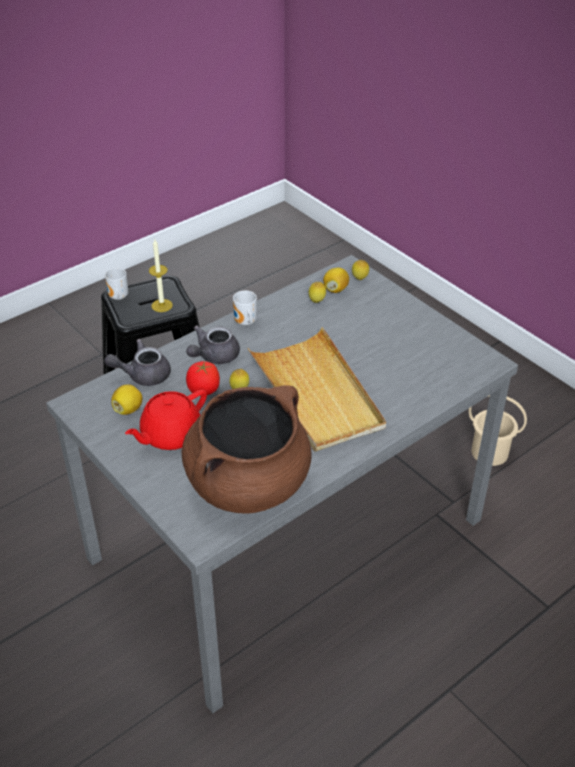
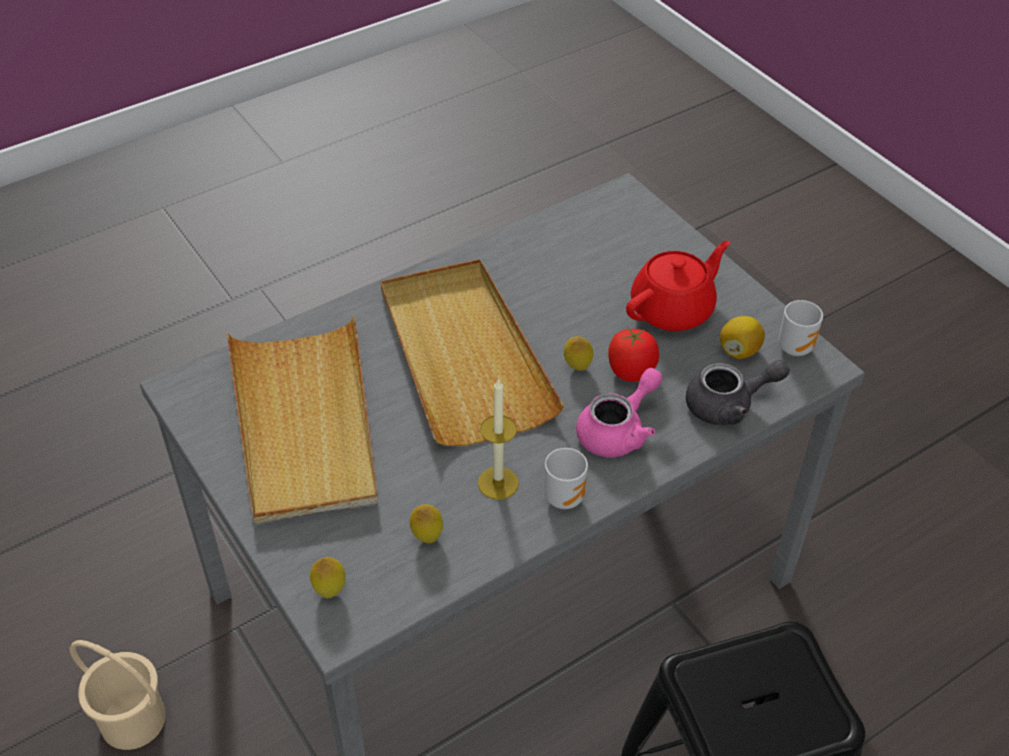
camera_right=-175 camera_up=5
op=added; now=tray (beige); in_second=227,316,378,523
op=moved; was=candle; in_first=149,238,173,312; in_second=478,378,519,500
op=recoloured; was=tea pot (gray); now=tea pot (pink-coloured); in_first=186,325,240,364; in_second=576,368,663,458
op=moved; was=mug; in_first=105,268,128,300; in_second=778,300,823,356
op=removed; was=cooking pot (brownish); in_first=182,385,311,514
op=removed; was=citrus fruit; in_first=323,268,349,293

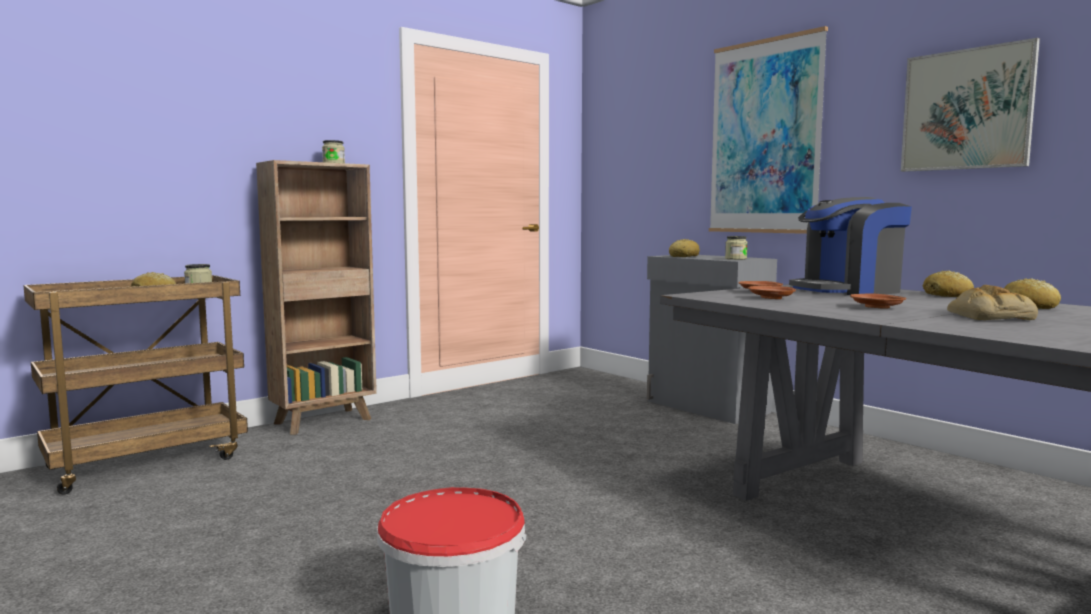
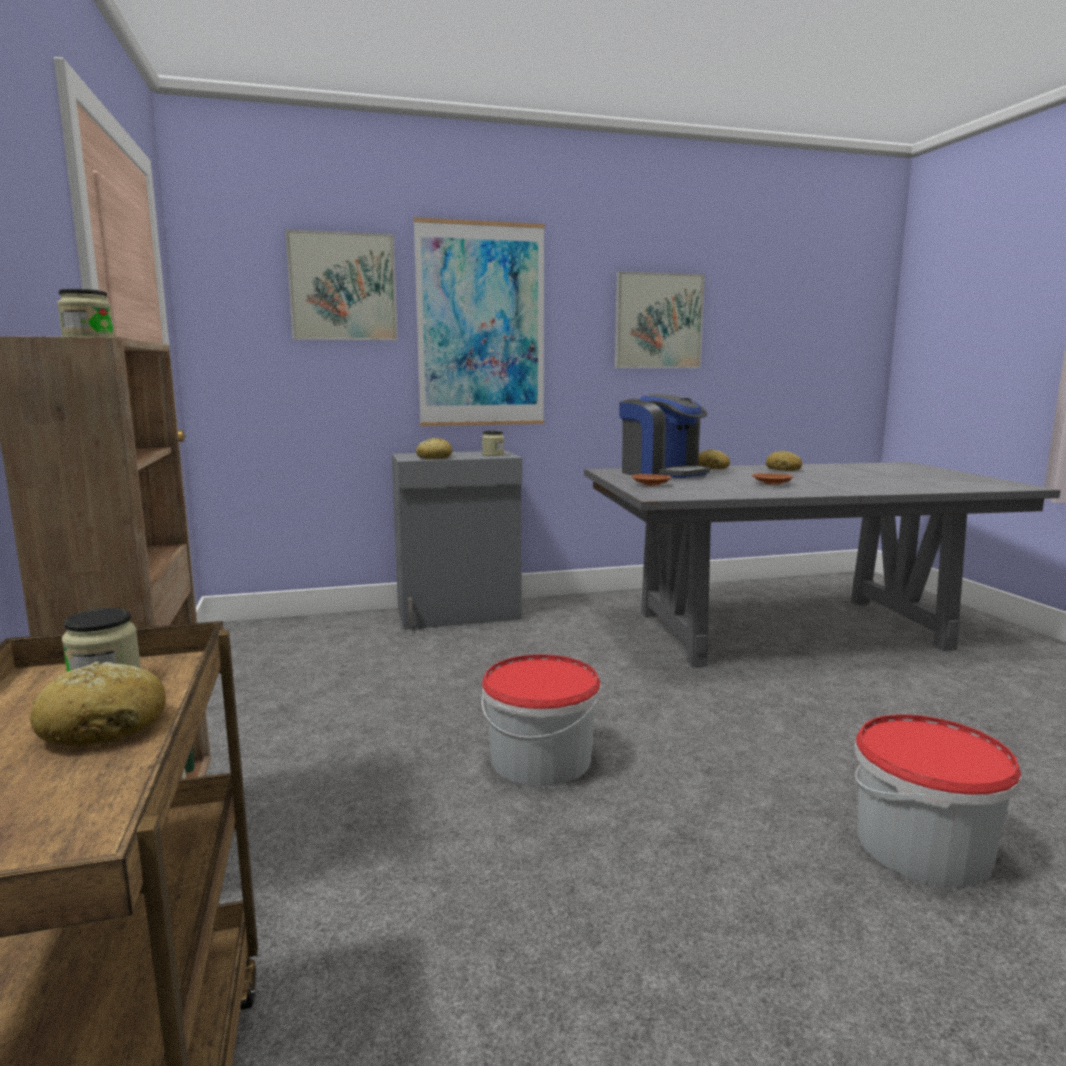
camera_right=-65 camera_up=5
op=added; now=picture; in_second=285,229,398,341
op=added; now=pail; in_second=482,655,601,786
op=turned; was=coffee machine; in_first=789,197,912,295; in_second=619,394,710,478; clockwise=-45
op=removed; was=plate (brownish); in_first=748,286,796,299
op=removed; was=baked bread; in_first=947,285,1038,320

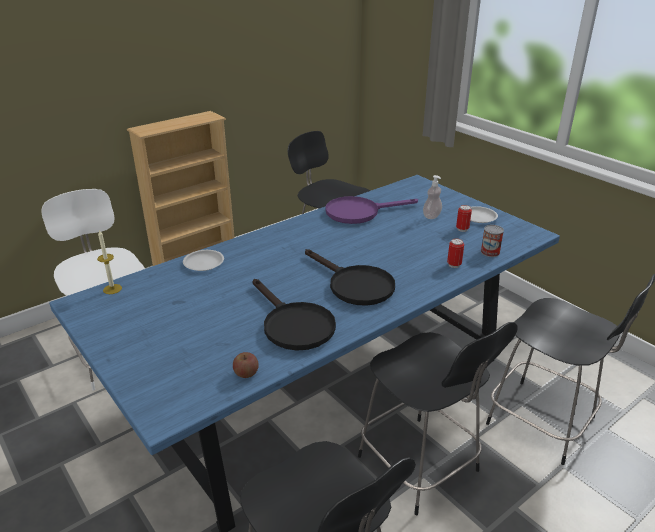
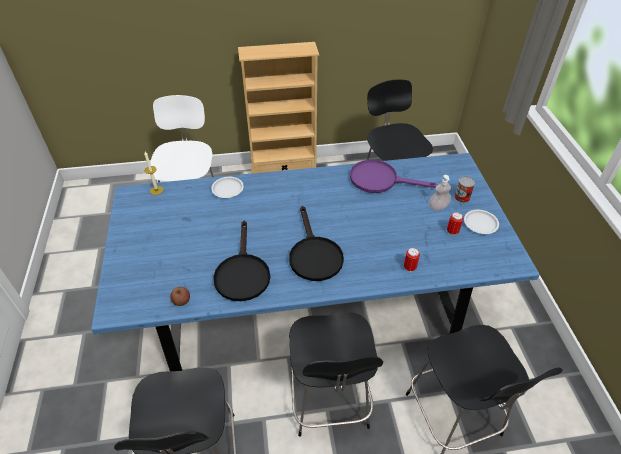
camera_right=30 camera_up=15
op=moved; was=metal can; in_first=481,225,504,257; in_second=454,176,475,203

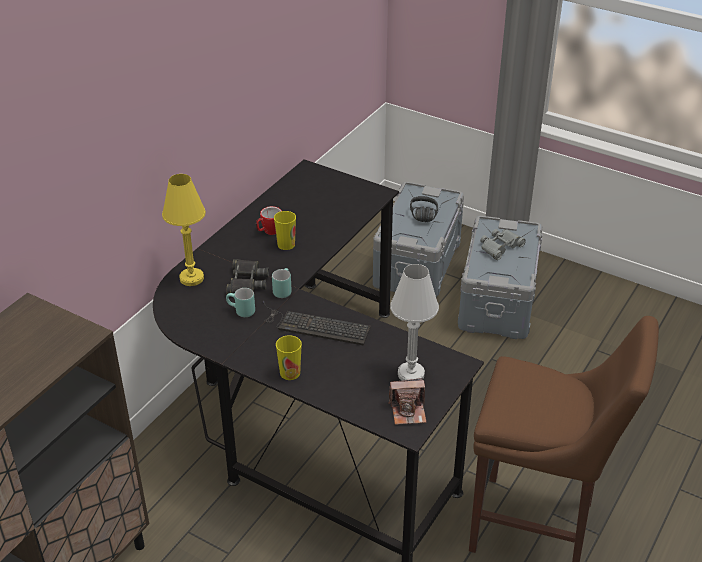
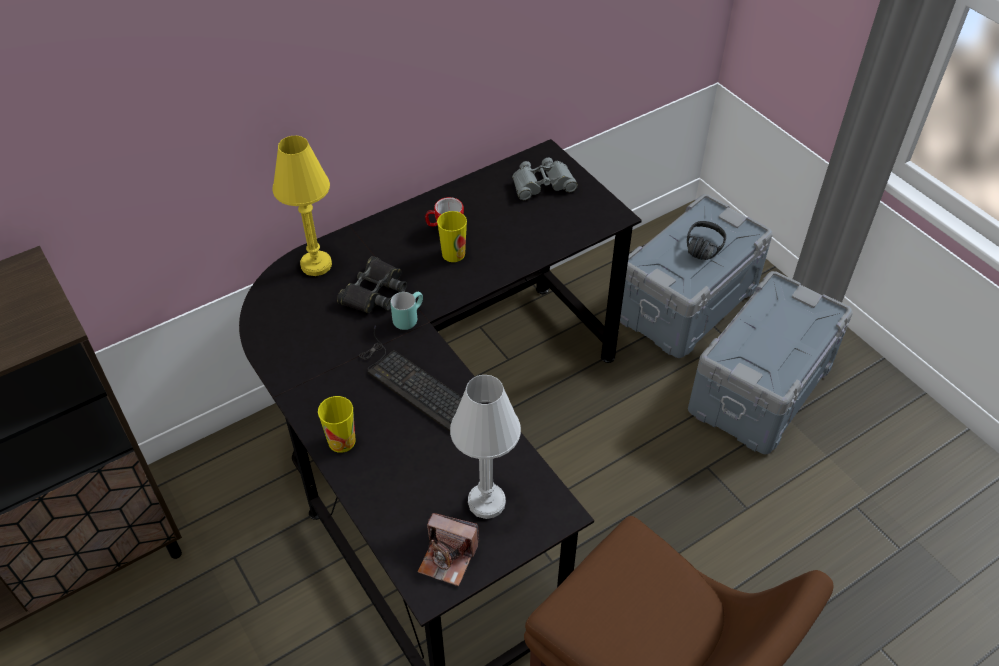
camera_right=25 camera_up=10
op=moved; was=binoculars (gray); in_first=480,229,526,260; in_second=512,157,578,200
op=removed; was=mug (turquoise-coloured); in_first=226,288,255,317

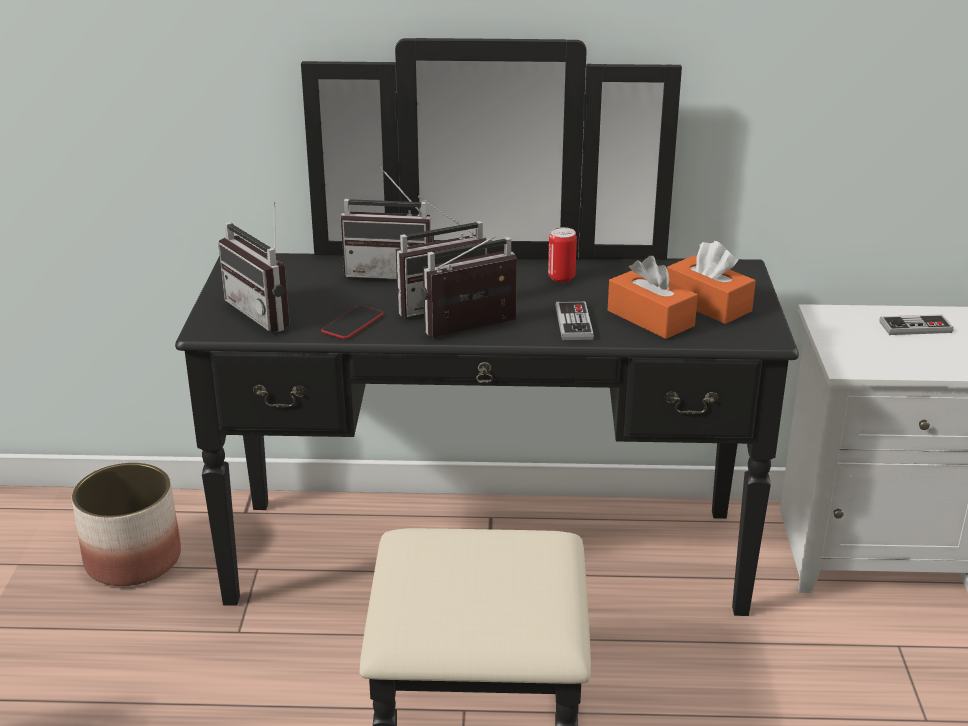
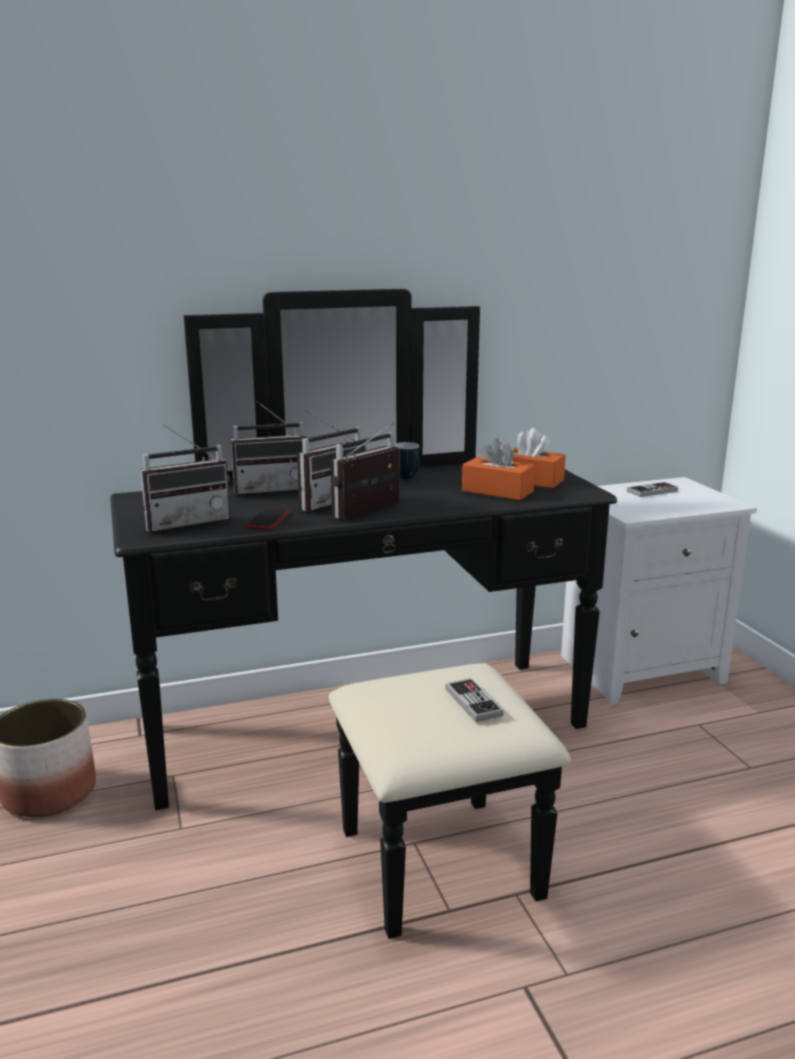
camera_right=-20 camera_up=-10
op=turned; was=radio; in_first=218,202,290,332; in_second=140,424,230,532; clockwise=-60
op=replaced; was=metal can; now=mug; in_first=548,227,577,282; in_second=394,442,420,479
op=moved; was=joypad; in_first=556,301,594,340; in_second=445,678,504,722

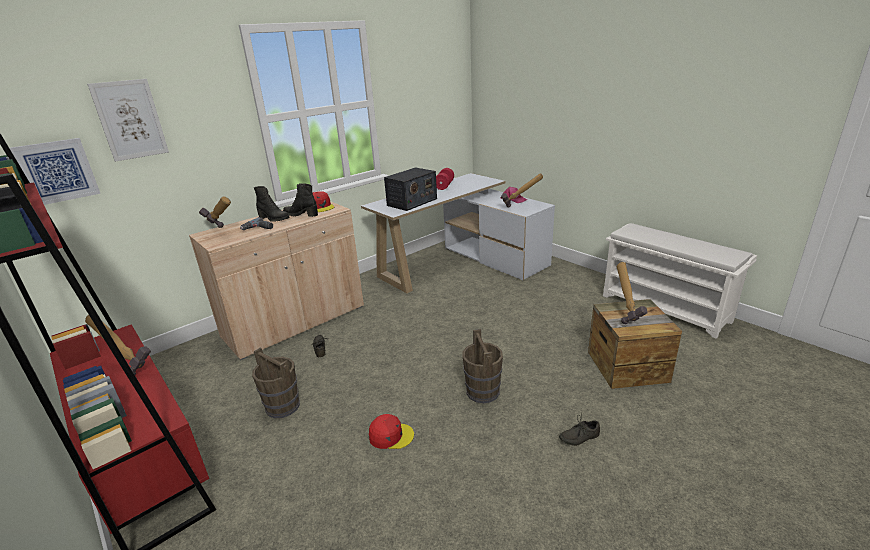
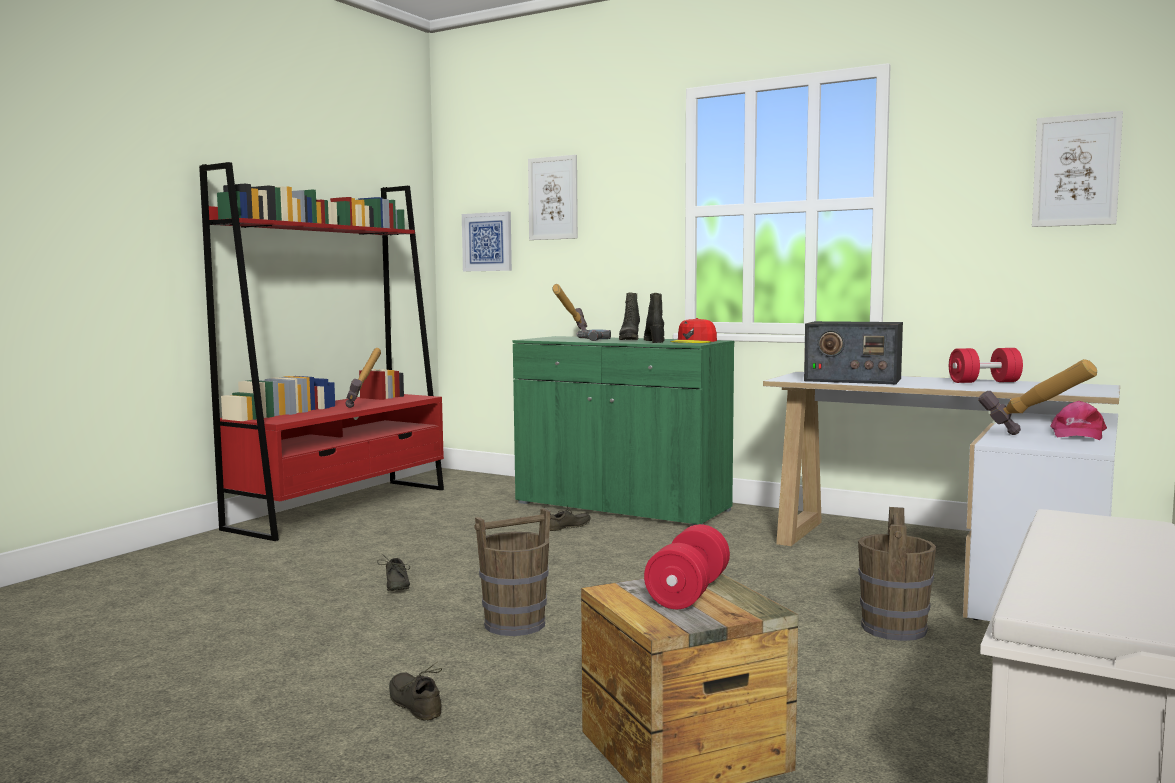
camera_right=70 camera_up=-20
op=replaced; was=baseball cap (red-coloured); now=shoe (gray); in_first=369,414,414,449; in_second=377,553,410,591
op=recoloured; was=cabinet (beige); now=cabinet (greenish); in_first=189,201,364,360; in_second=513,336,734,526
op=replaced; was=hand hammer; now=free weight (red-coloured); in_first=616,262,648,324; in_second=644,524,730,609
op=moved; was=pail (brownish); in_first=252,347,300,418; in_second=858,507,936,641
op=added; now=picture; in_second=1032,111,1123,227

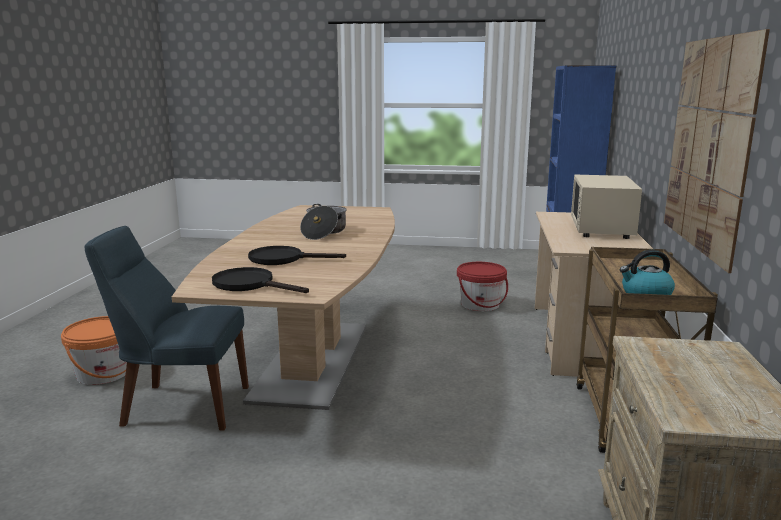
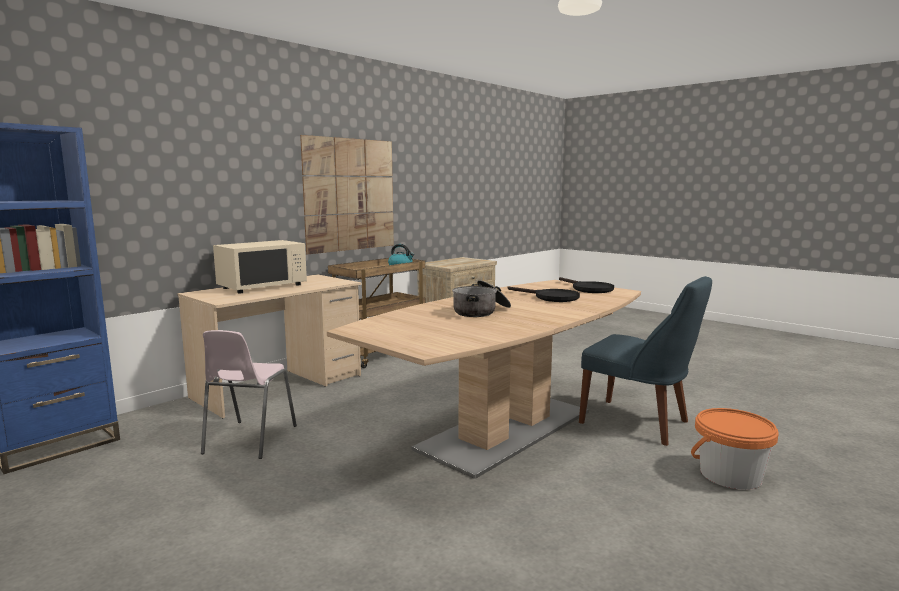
camera_right=-145 camera_up=-5
op=replaced; was=pail (red-coloured); now=plain chair (pink-coloured); in_first=457,262,508,311; in_second=201,330,297,459

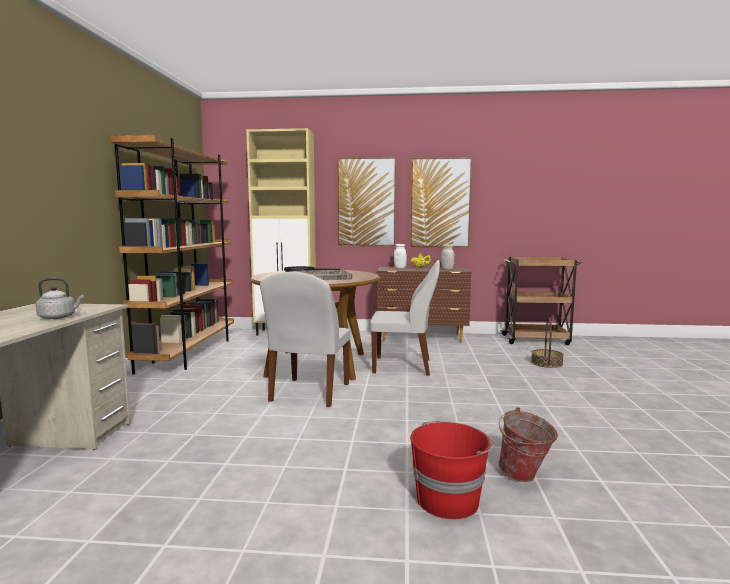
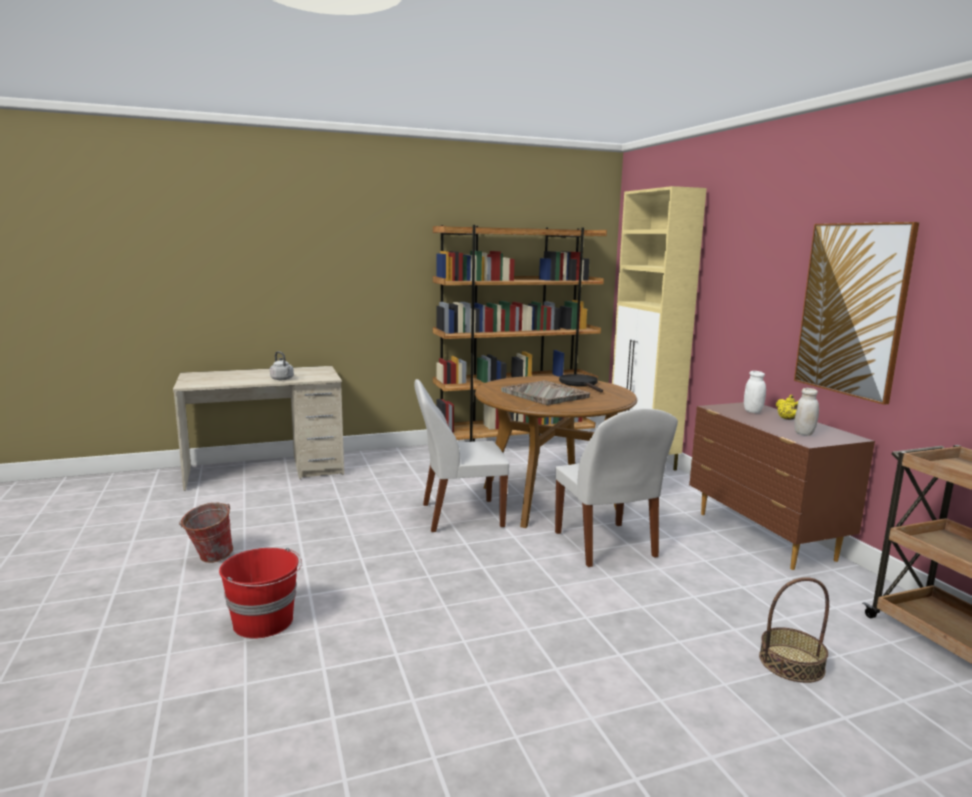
camera_right=65 camera_up=5
op=moved; was=pail; in_first=498,407,558,482; in_second=179,503,233,563
op=removed; was=picture; in_first=337,157,396,246

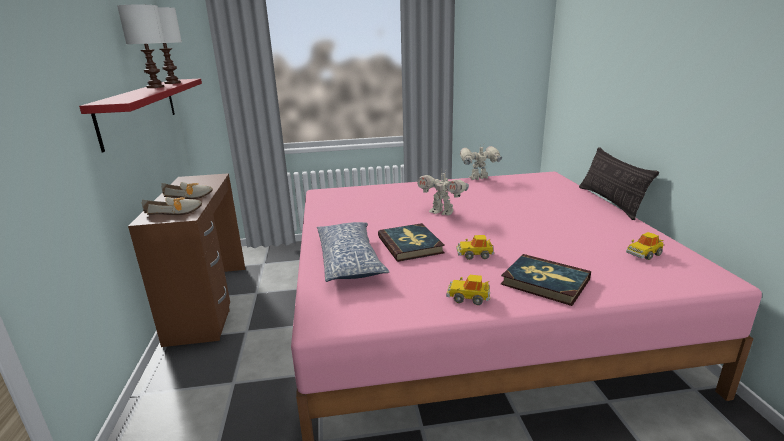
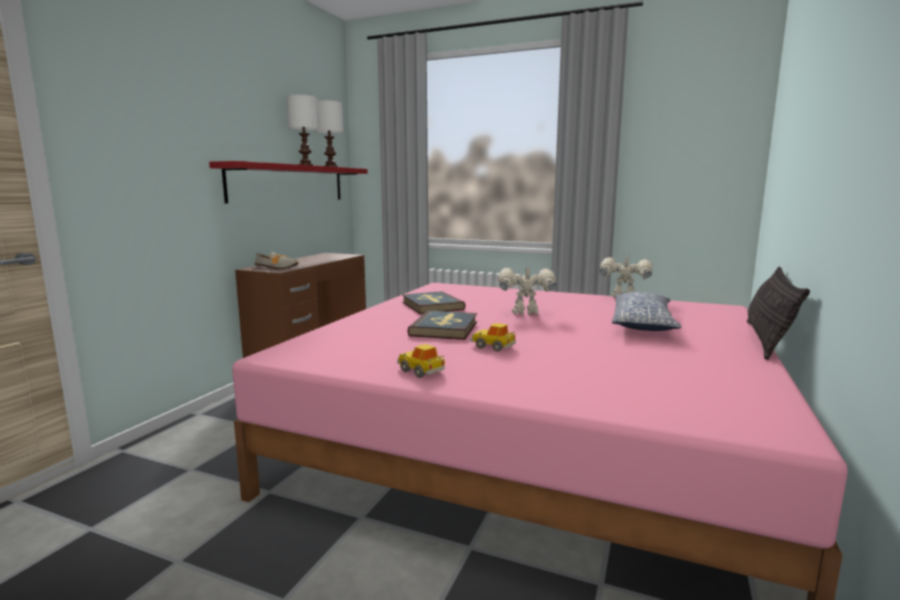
camera_right=30 camera_up=-10
op=moved; was=book; in_first=501,254,591,306; in_second=402,291,466,314
op=turned; was=robot figure; in_first=417,170,469,215; in_second=498,262,557,315; clockwise=120
op=moved; was=throw pillow; in_first=317,222,389,282; in_second=612,292,682,331
op=removed; was=shoe; in_first=161,182,213,199
op=removed; was=toy car; in_first=626,232,664,260

